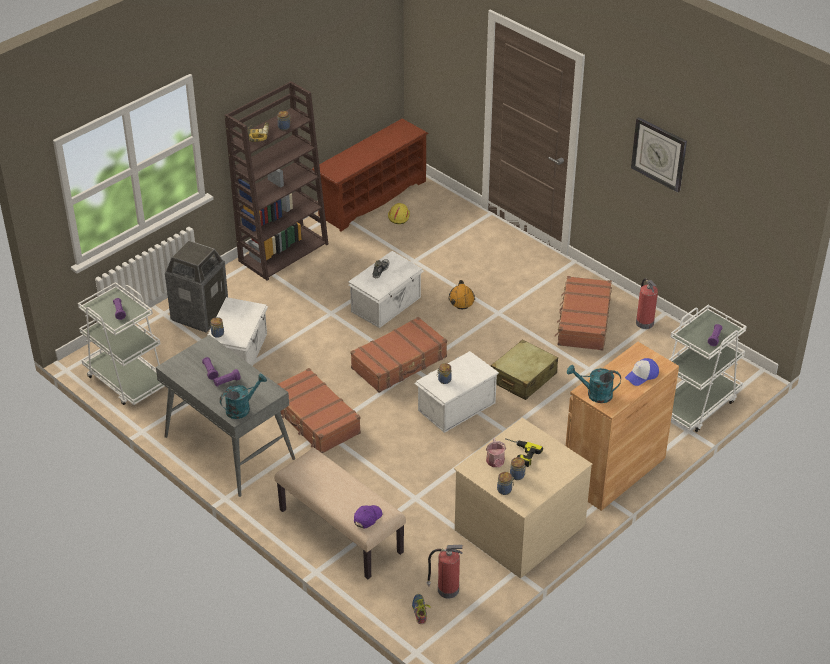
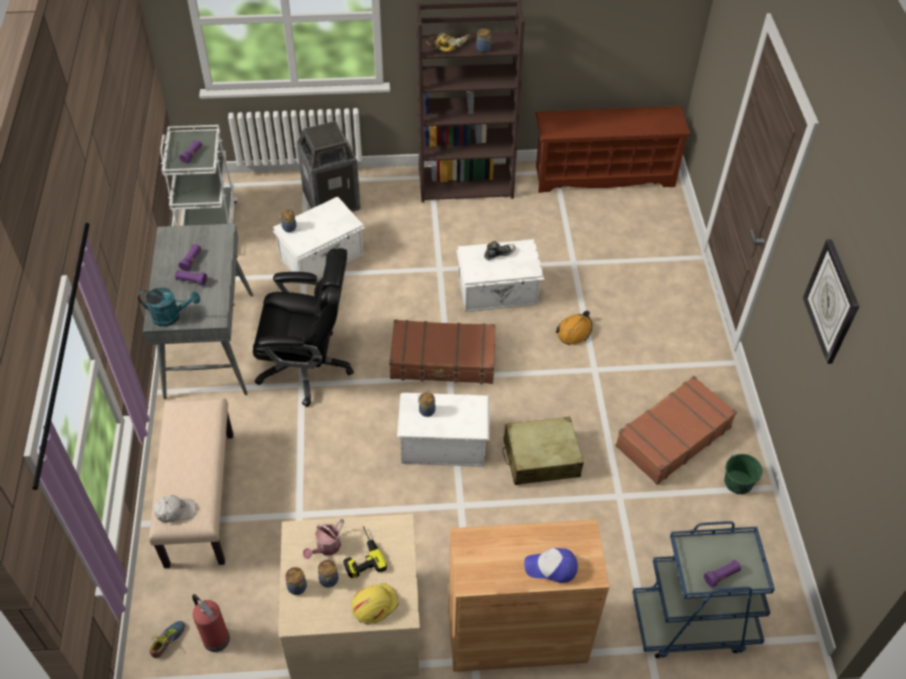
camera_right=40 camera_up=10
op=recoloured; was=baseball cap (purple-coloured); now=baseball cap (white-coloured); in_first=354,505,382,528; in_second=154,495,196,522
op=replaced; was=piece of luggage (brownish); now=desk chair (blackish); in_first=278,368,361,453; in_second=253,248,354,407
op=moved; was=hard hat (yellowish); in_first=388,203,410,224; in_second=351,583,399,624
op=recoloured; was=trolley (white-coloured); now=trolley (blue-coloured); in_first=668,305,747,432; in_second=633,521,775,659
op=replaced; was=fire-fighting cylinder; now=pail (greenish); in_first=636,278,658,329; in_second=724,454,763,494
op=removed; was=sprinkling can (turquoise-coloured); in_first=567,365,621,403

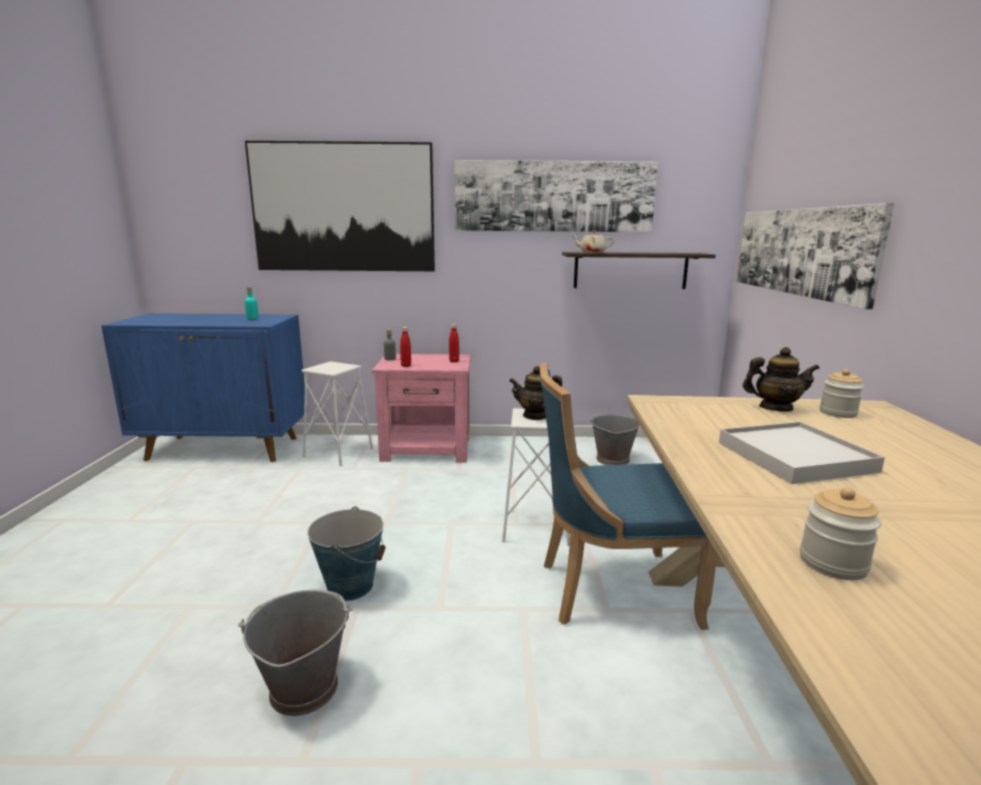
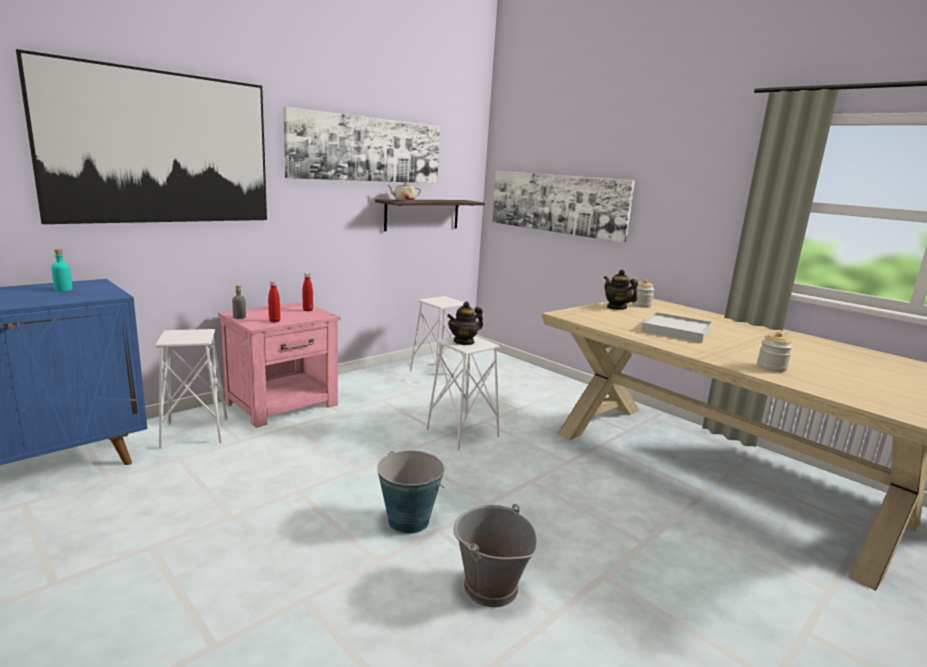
camera_right=-45 camera_up=0
op=replaced; was=pail (gray); now=stool seat (white-coloured); in_first=589,414,640,465; in_second=410,296,467,384
op=turned; was=tea pot; in_first=743,347,820,412; in_second=604,269,638,310; clockwise=-90
op=removed; was=plain chair (blue-coloured); in_first=540,362,718,630

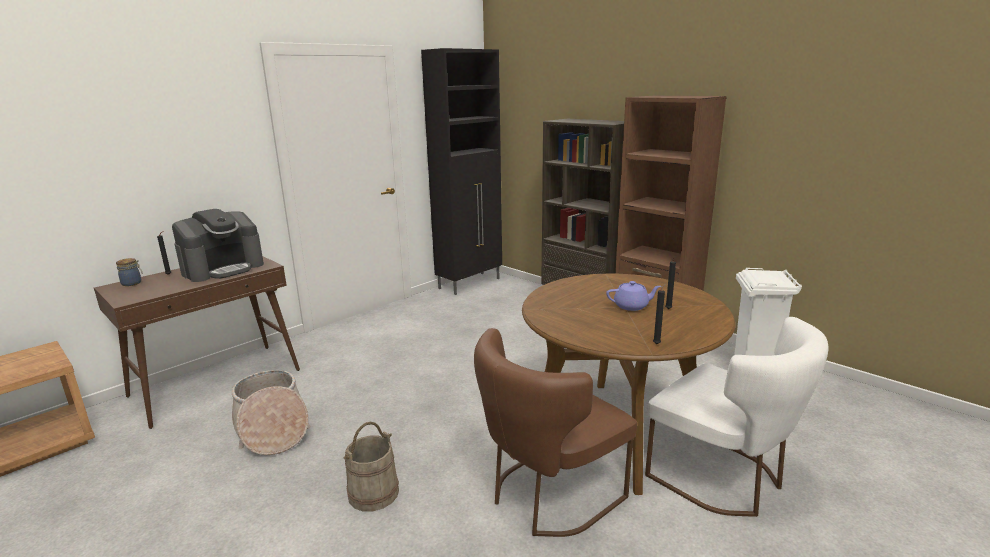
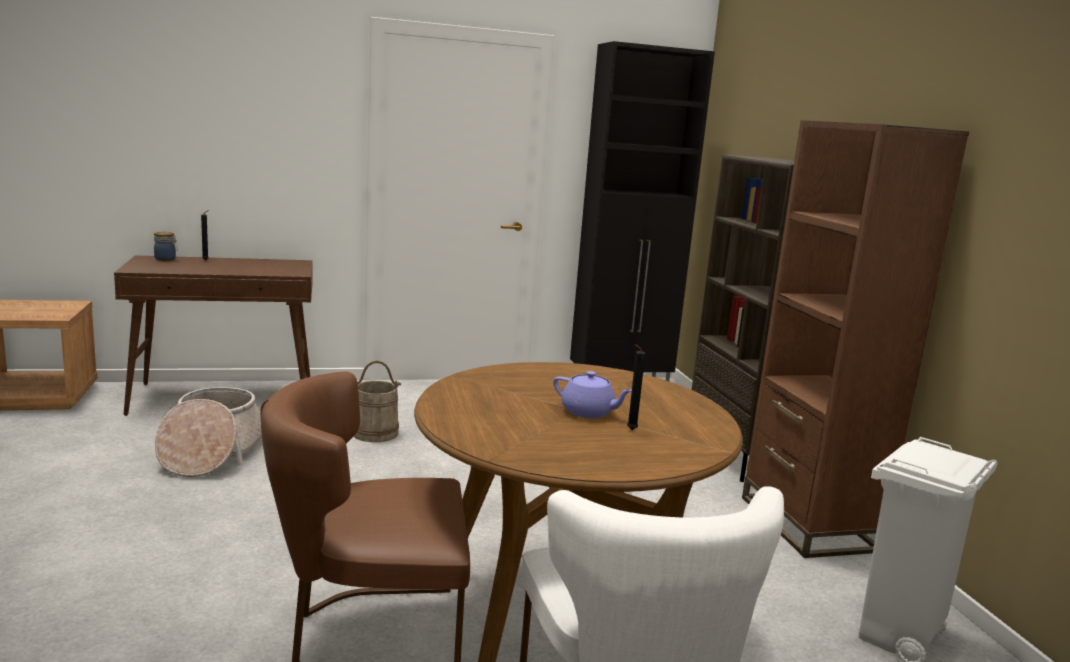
camera_right=30 camera_up=-5
op=moved; was=pail (beige); in_first=343,422,399,511; in_second=353,360,401,442
op=removed; was=coffee machine; in_first=172,209,264,282
op=removed; was=candle (blackish); in_first=653,284,666,344

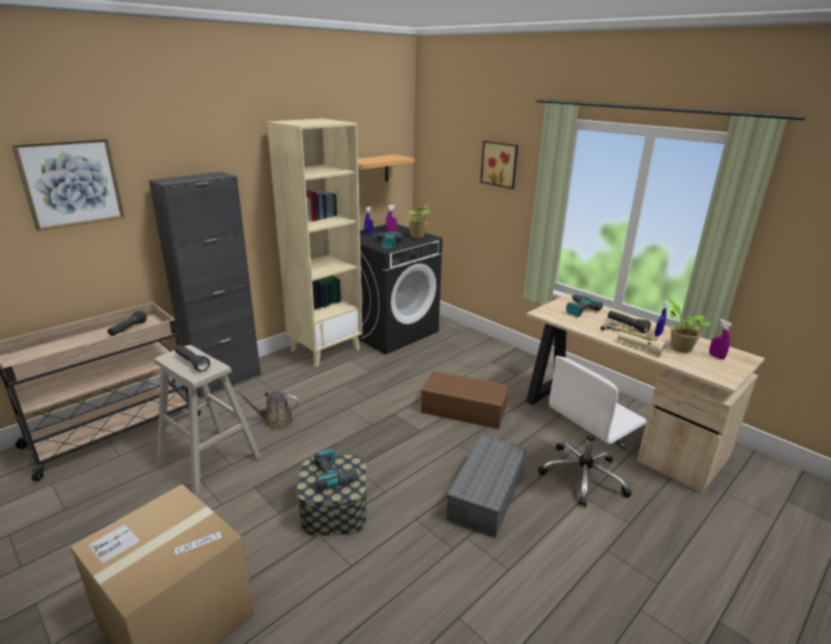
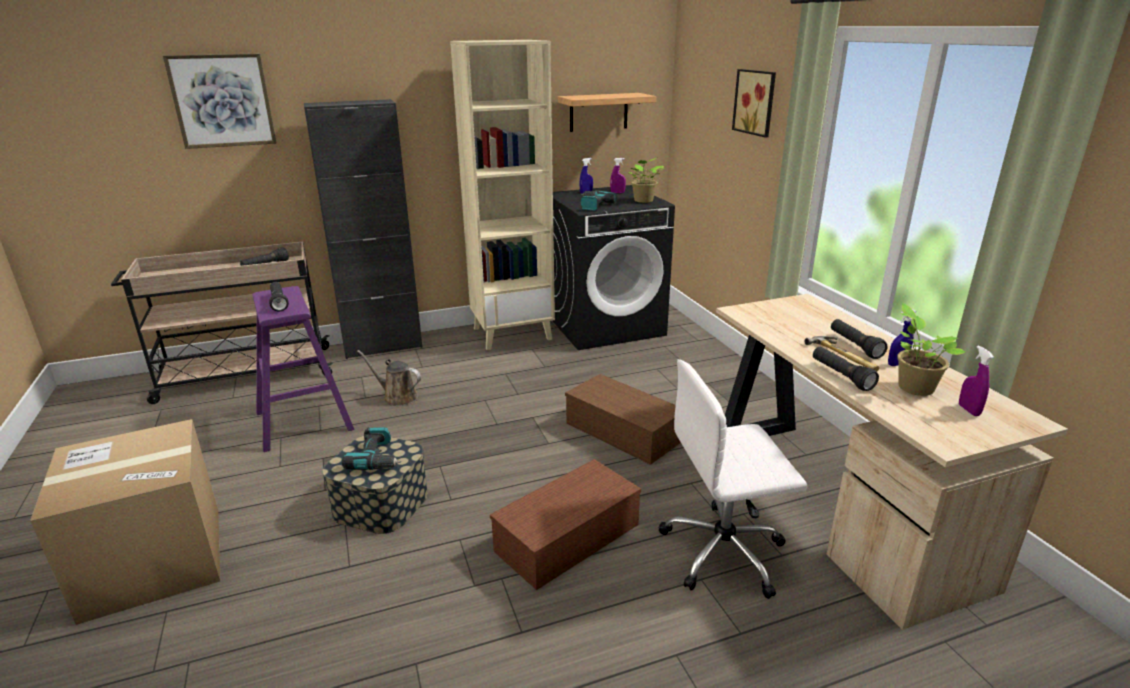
camera_right=25 camera_up=0
op=recoloured; was=stool seat (beige); now=stool seat (purple-coloured); in_first=154,345,261,496; in_second=252,286,354,452
op=recoloured; was=storage box (gray); now=storage box (brownish); in_first=446,435,526,538; in_second=490,459,641,590
op=recoloured; was=hand torch (beige); now=hand torch (blackish); in_first=618,331,666,355; in_second=813,347,879,391
op=removed; was=power drill; in_first=566,294,603,317

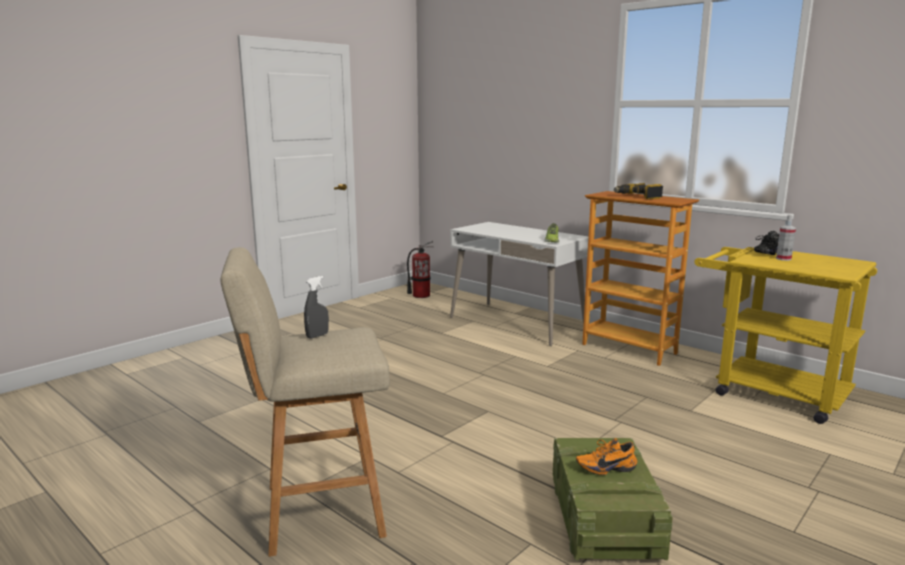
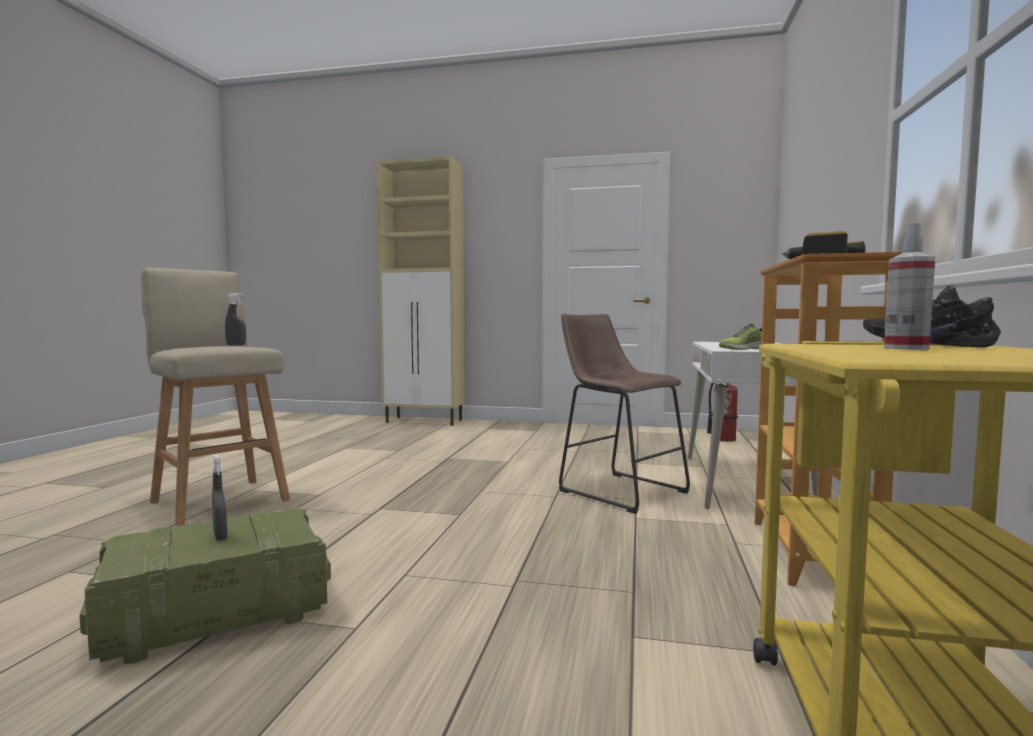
camera_right=60 camera_up=-10
op=replaced; was=shoe (orange-coloured); now=spray bottle (gray); in_first=576,438,637,475; in_second=212,454,227,541
op=added; now=cabinet (beige); in_second=377,157,465,425
op=added; now=stool seat (brownish); in_second=559,314,690,514

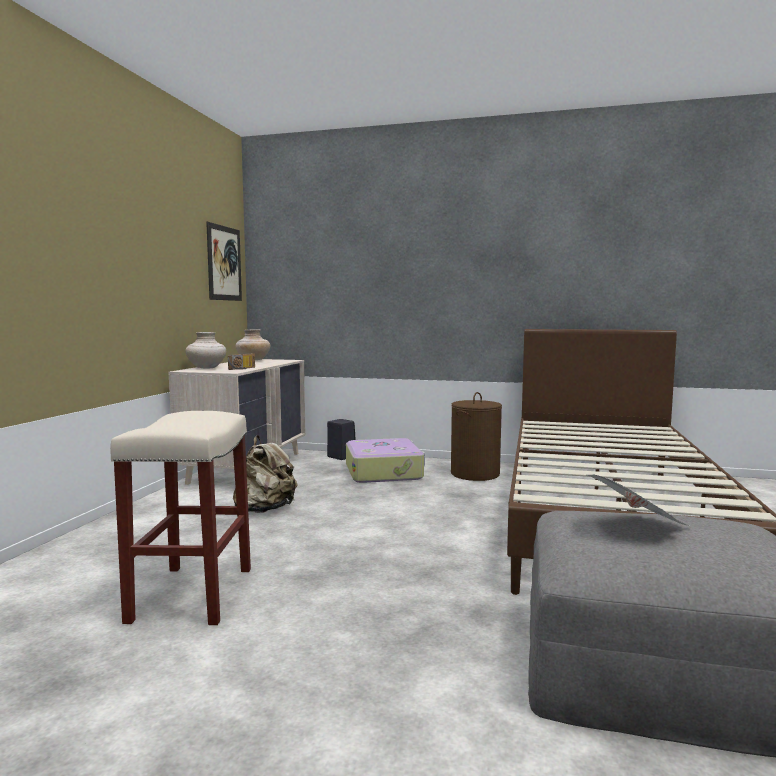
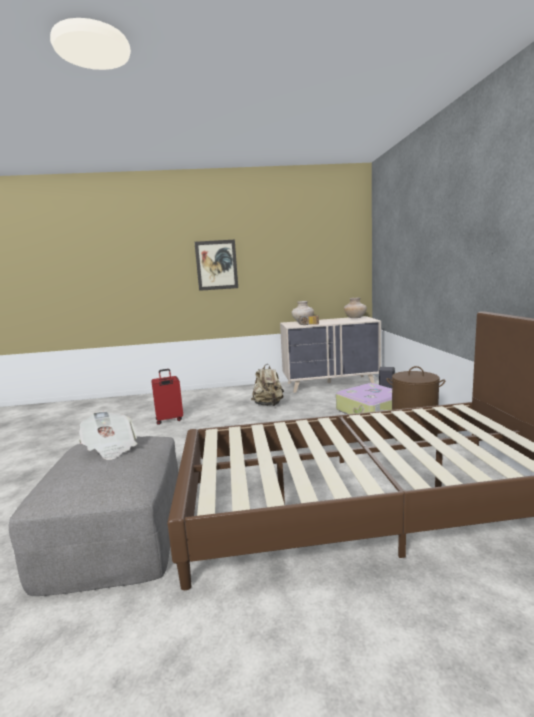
camera_right=70 camera_up=5
op=replaced; was=stool seat (beige); now=piece of luggage (red-coloured); in_first=110,411,251,625; in_second=151,369,183,425
op=moved; was=picture; in_first=206,222,242,301; in_second=194,240,238,291

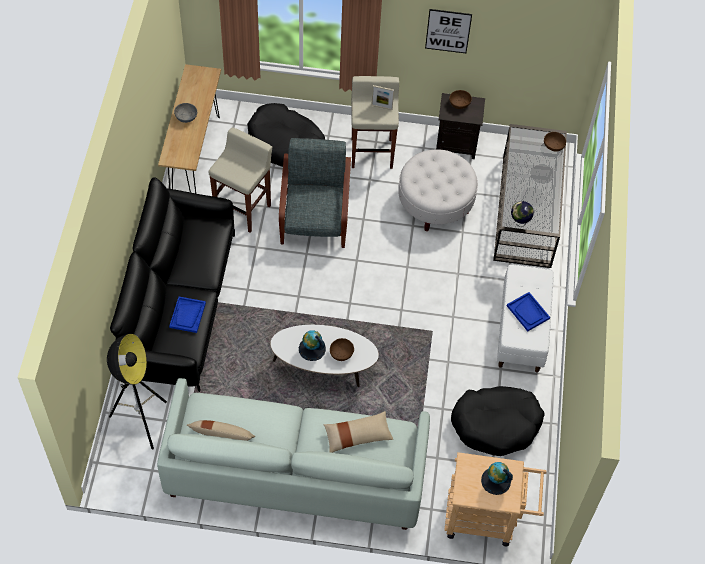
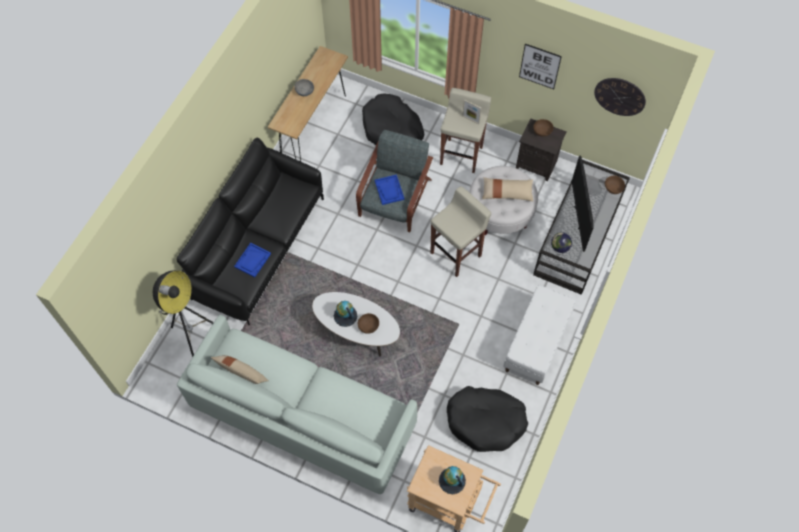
camera_right=20 camera_up=5
op=moved; was=tray (blue-coloured); in_first=507,292,550,332; in_second=375,174,404,205
op=moved; was=stool seat (beige); in_first=209,127,272,233; in_second=431,186,492,277
op=moved; was=throw pillow (beige); in_first=323,411,393,453; in_second=482,177,533,201
op=added; now=television; in_second=571,156,593,252
op=added; now=wall clock; in_second=594,78,646,116

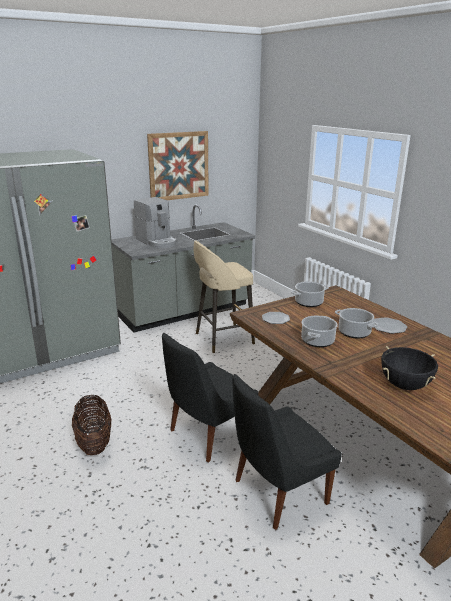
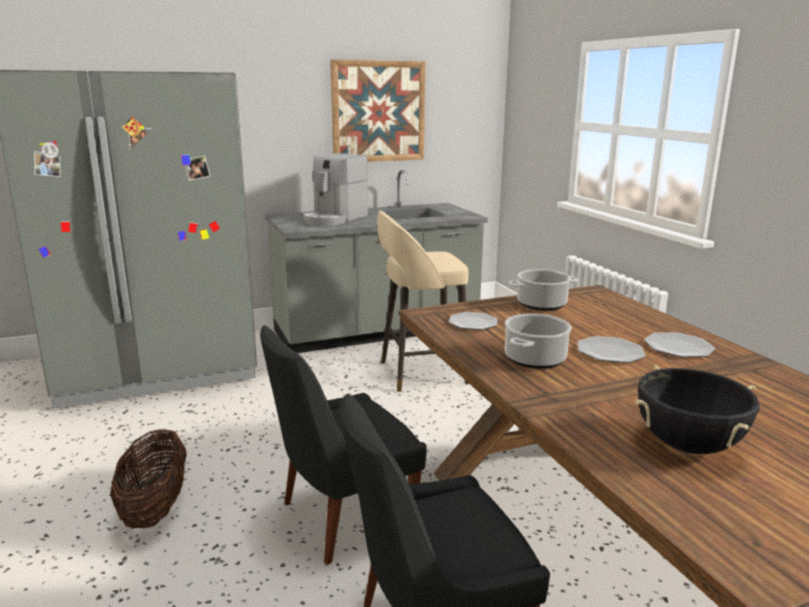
camera_right=10 camera_up=-5
op=turned; was=coffee machine; in_first=134,197,177,248; in_second=303,153,368,226; clockwise=60
op=replaced; was=cooking pot; now=plate; in_first=335,308,379,338; in_second=577,336,645,363

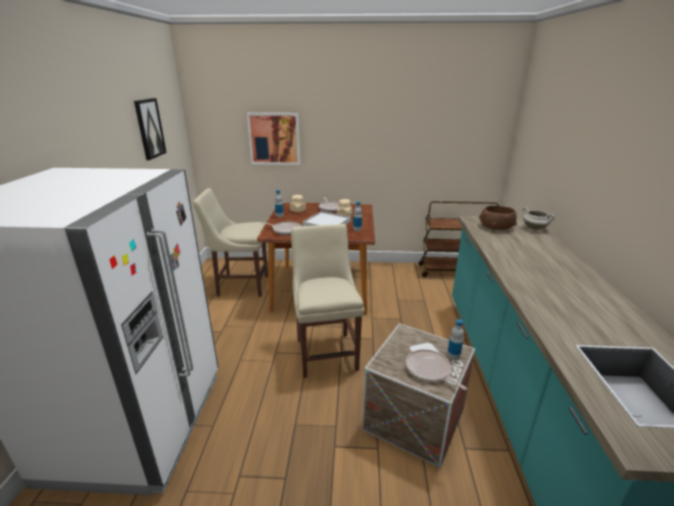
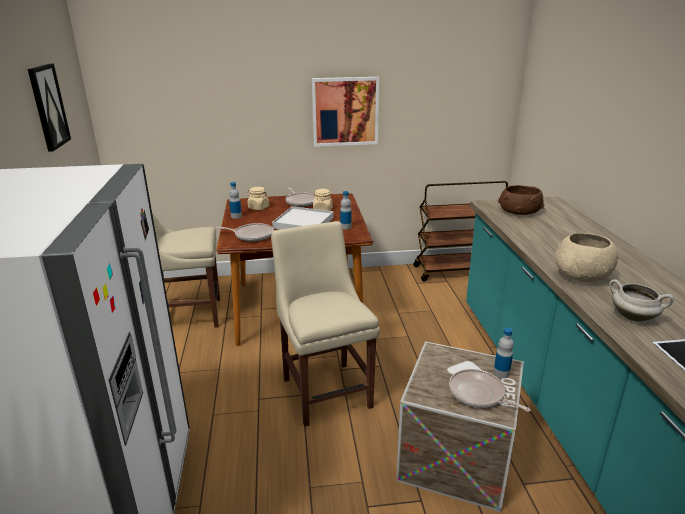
camera_right=-10 camera_up=0
op=moved; was=picture; in_first=247,113,300,165; in_second=312,77,379,147
op=added; now=deep dish (beige); in_second=555,233,618,282
op=moved; was=cooking pot (white-coloured); in_first=522,207,555,230; in_second=609,279,674,321

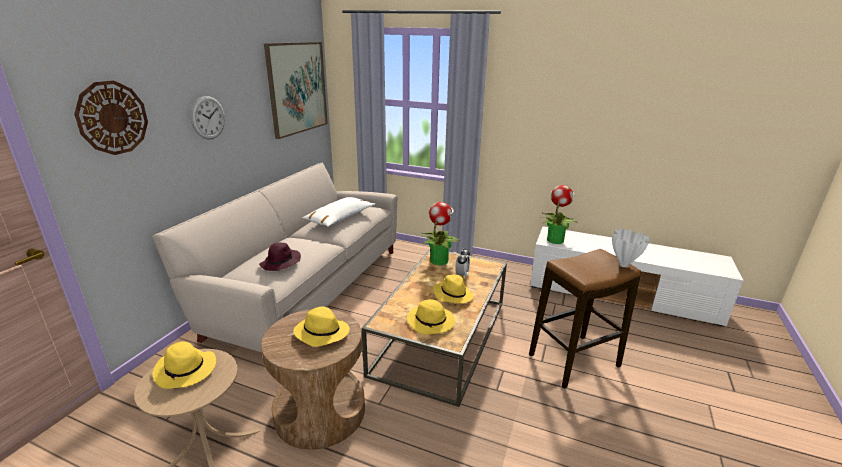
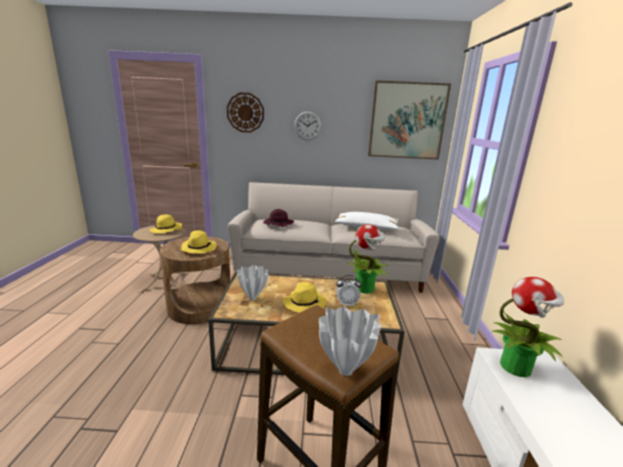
camera_right=70 camera_up=-5
op=replaced; was=wearable hat (yellowish); now=decorative vase (white-coloured); in_first=407,299,455,335; in_second=236,265,269,301

